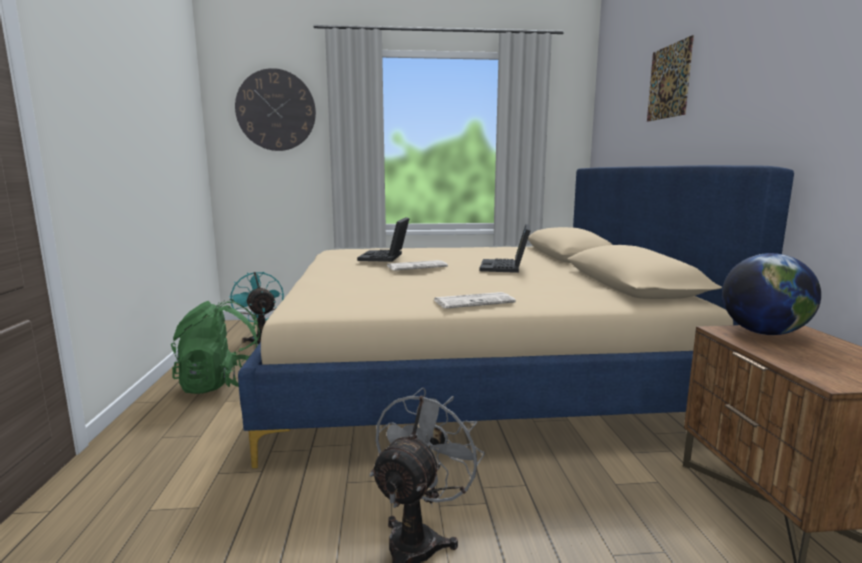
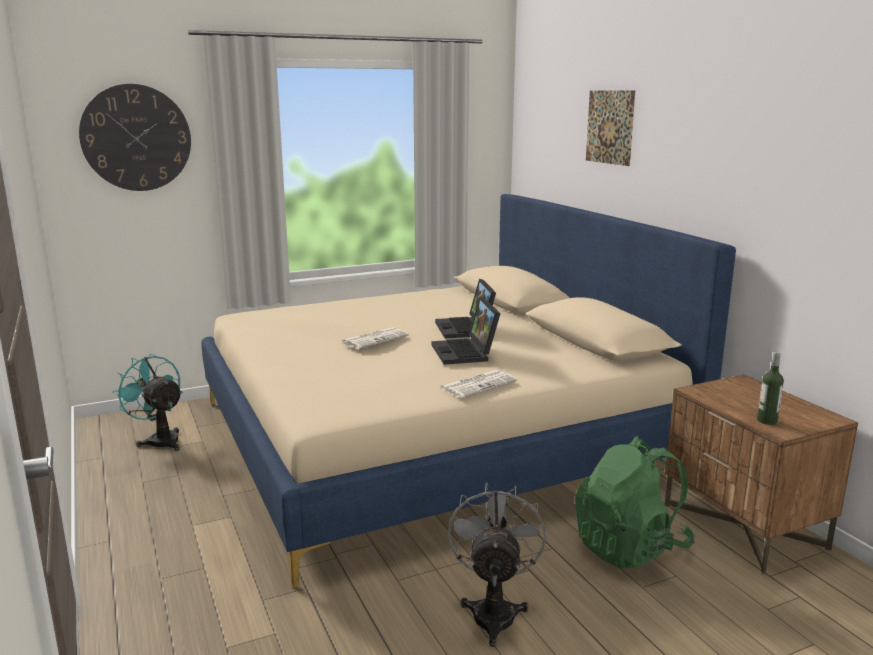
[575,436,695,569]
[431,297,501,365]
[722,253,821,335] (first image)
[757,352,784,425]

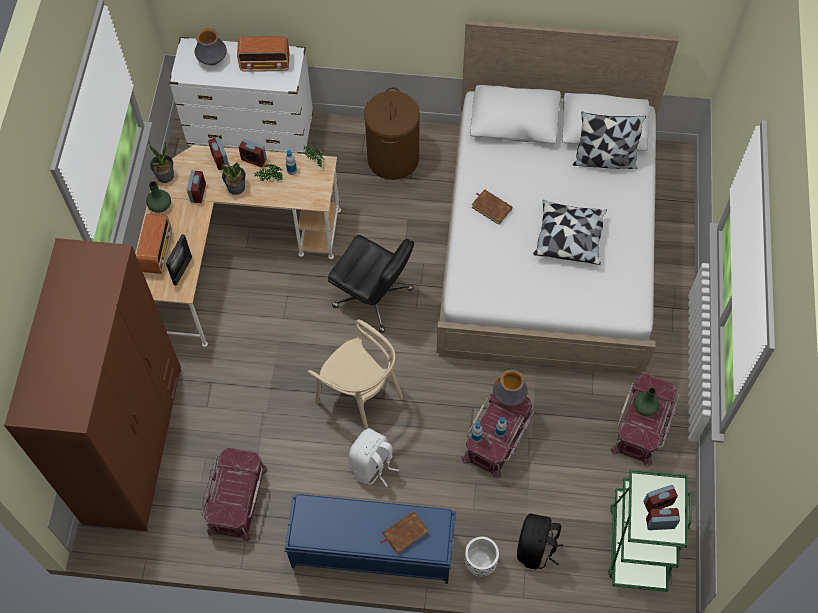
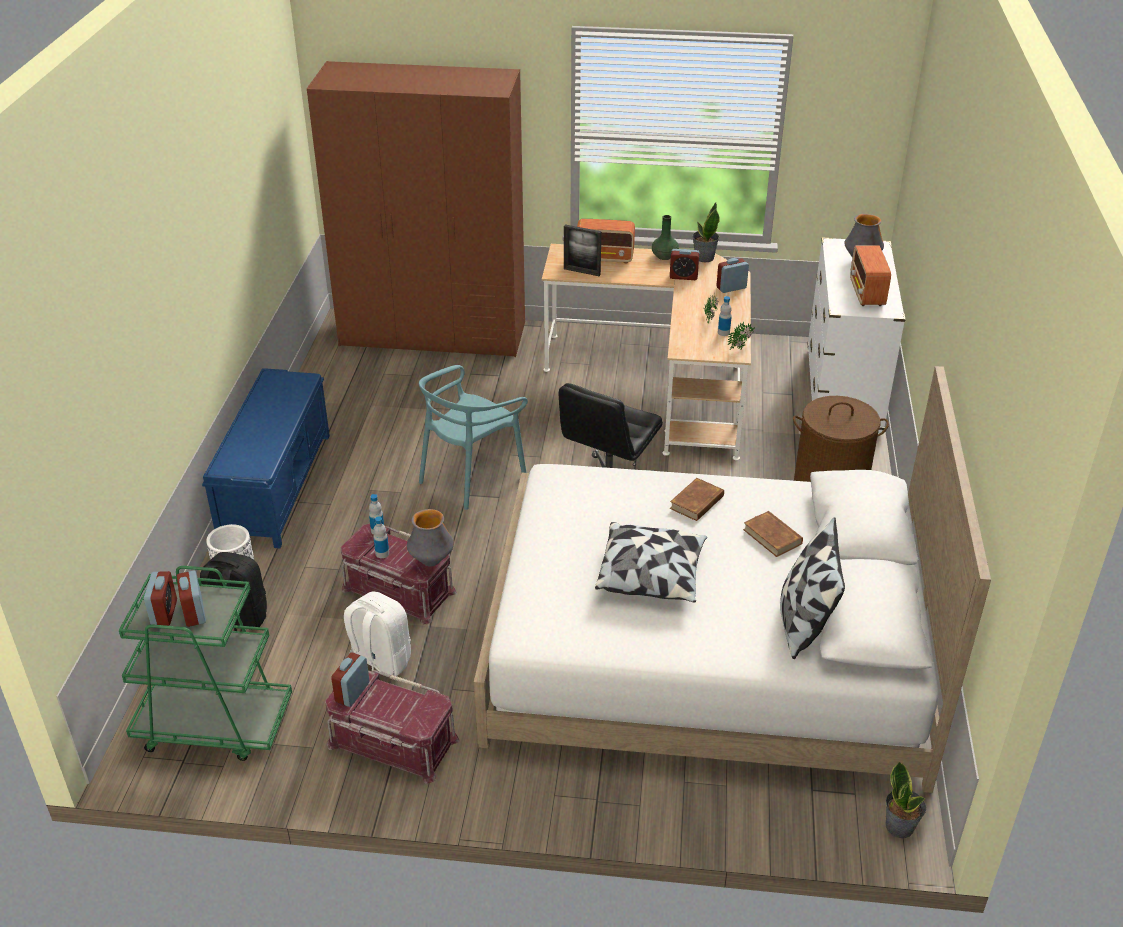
[201,448,268,542] (first image)
[885,761,926,838]
[331,652,369,707]
[419,365,528,510]
[344,592,411,676]
[743,511,803,557]
[634,388,660,416] (first image)

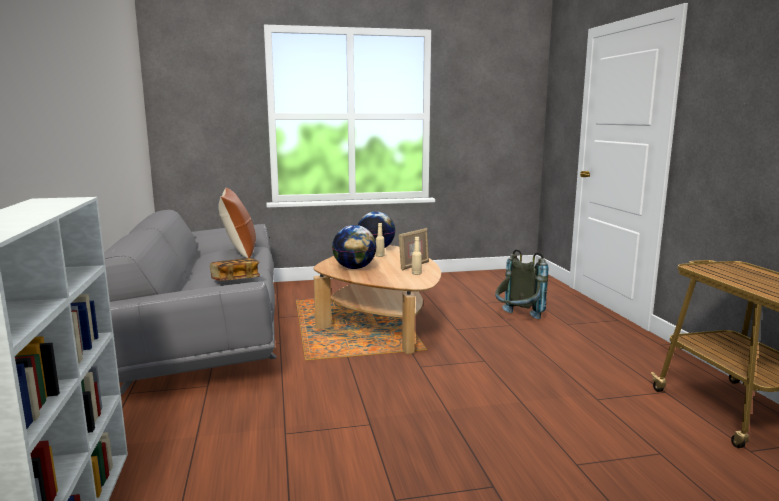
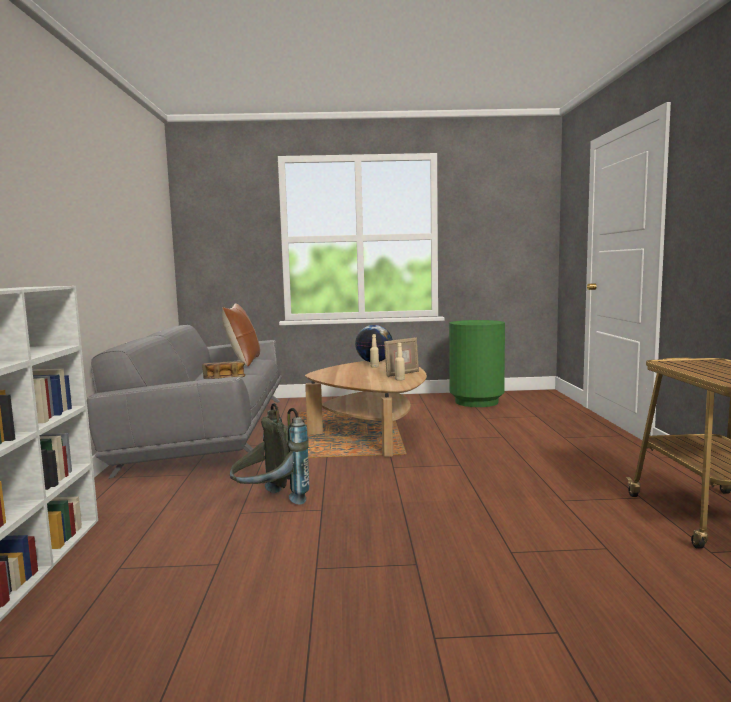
[332,225,377,269] (first image)
[230,403,309,505]
[449,320,505,407]

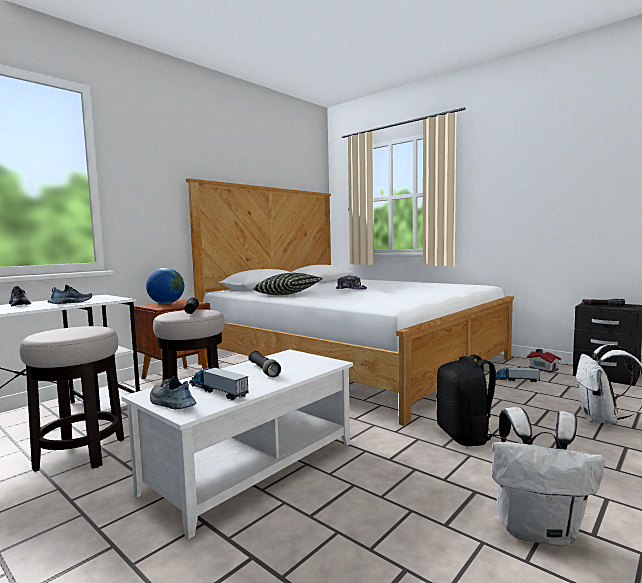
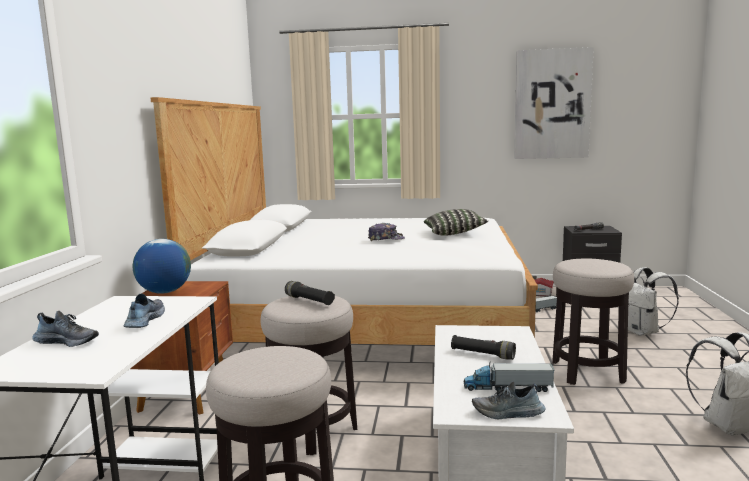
[424,209,488,236]
[552,259,634,385]
[514,47,594,159]

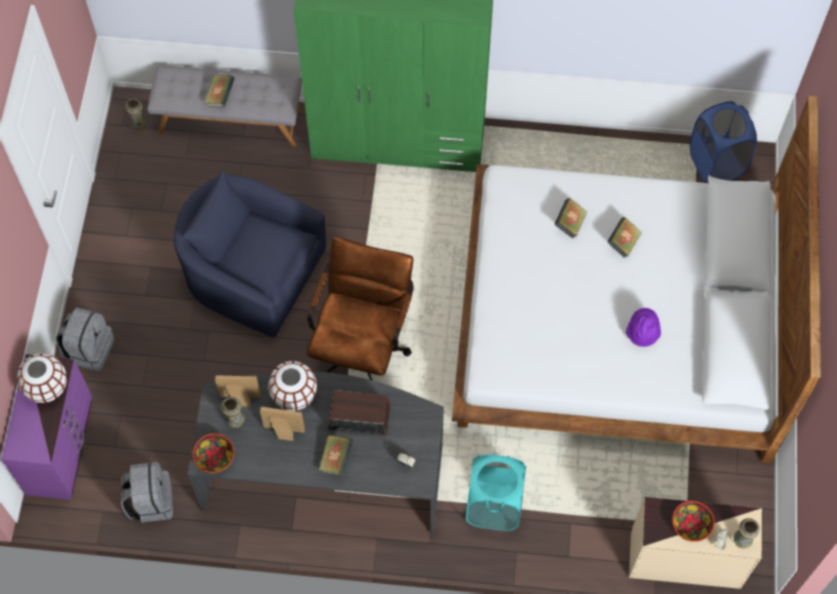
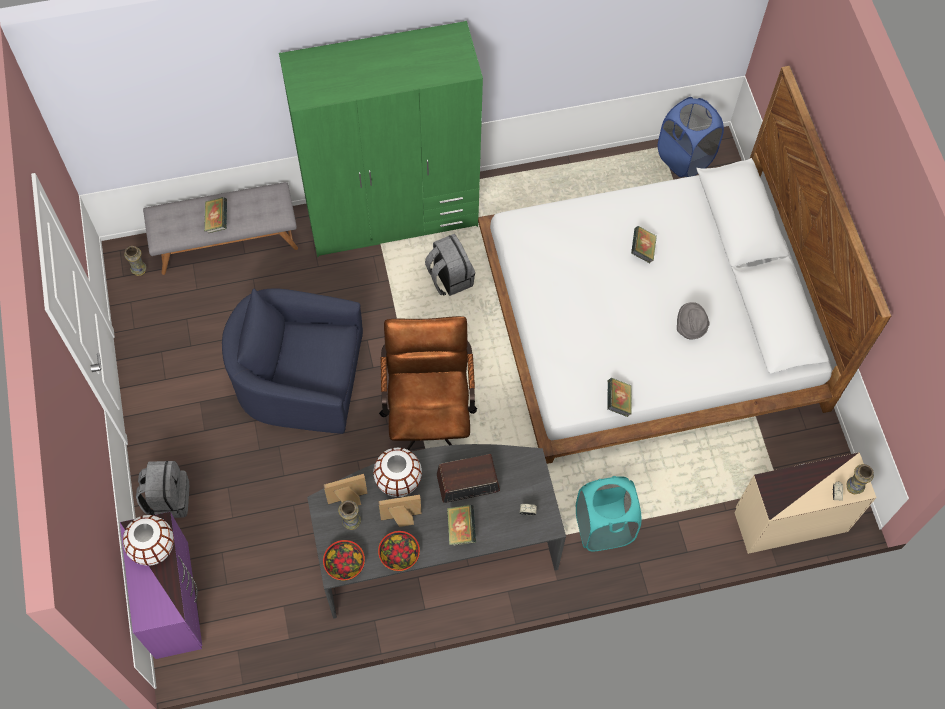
[425,234,475,296]
[607,378,632,417]
[677,302,710,340]
[378,531,420,571]

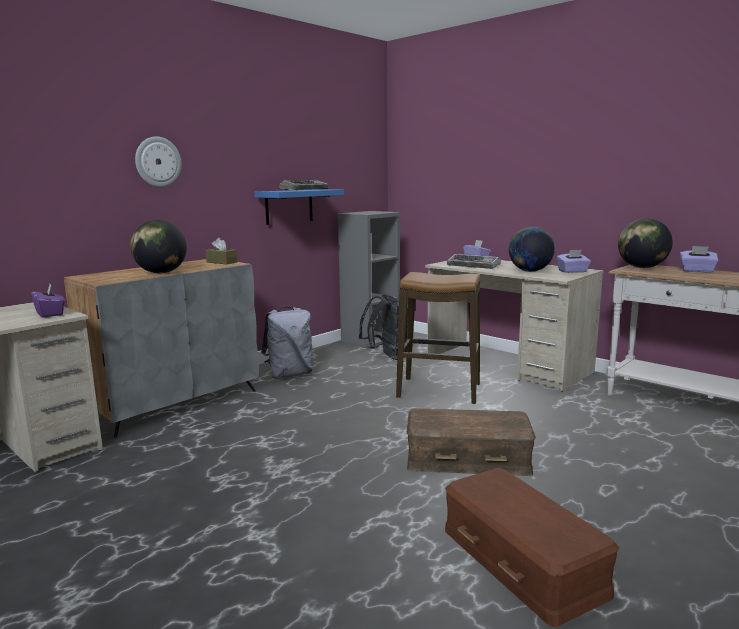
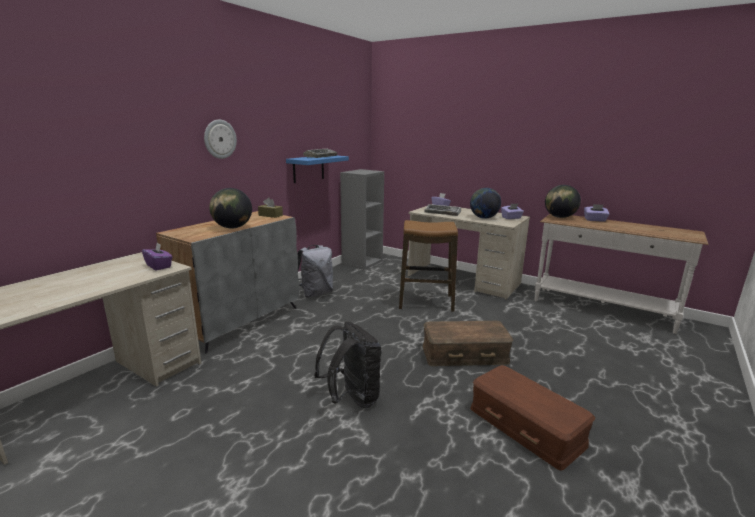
[314,322,382,408]

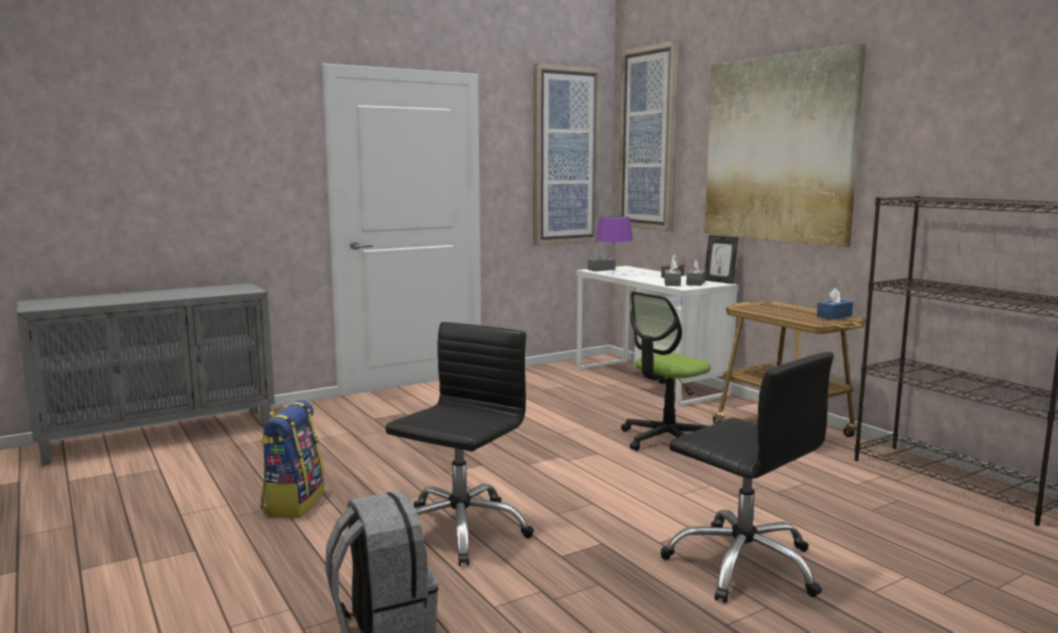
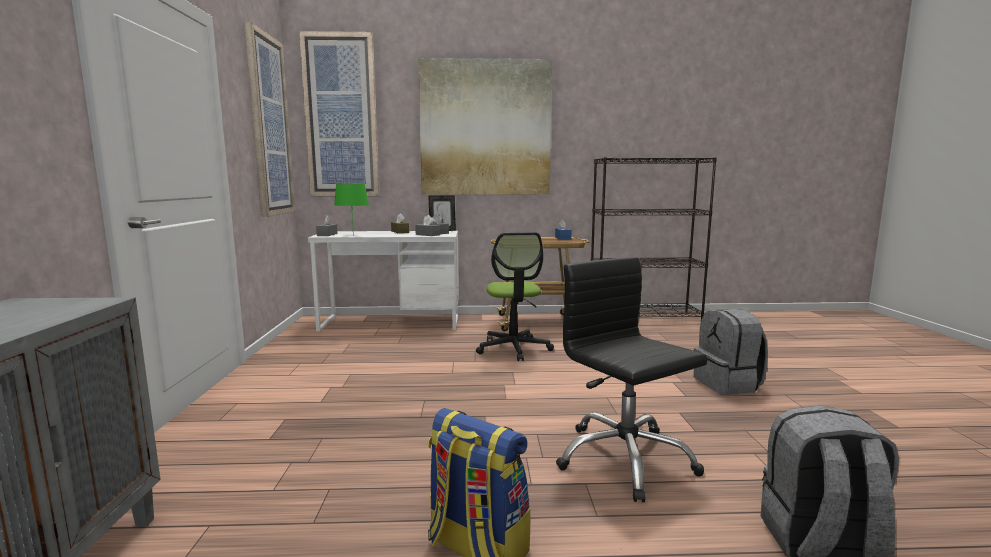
[334,184,369,236]
[694,309,768,395]

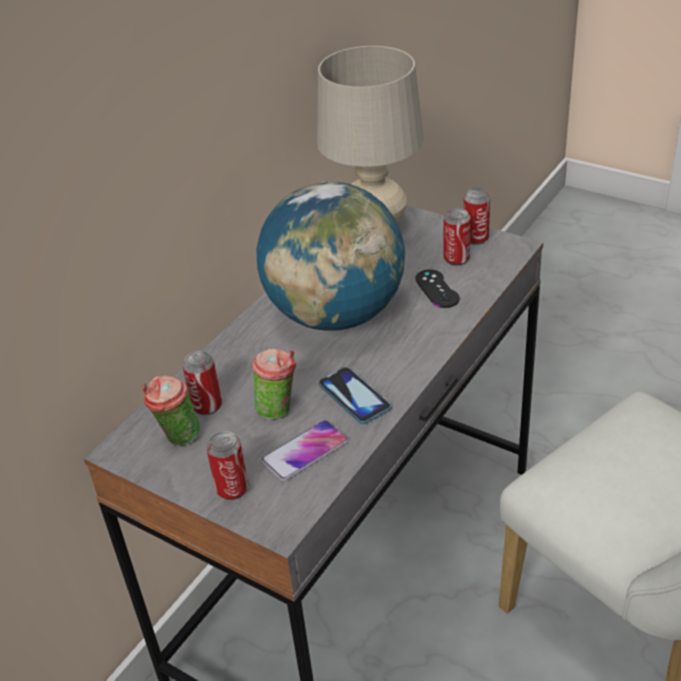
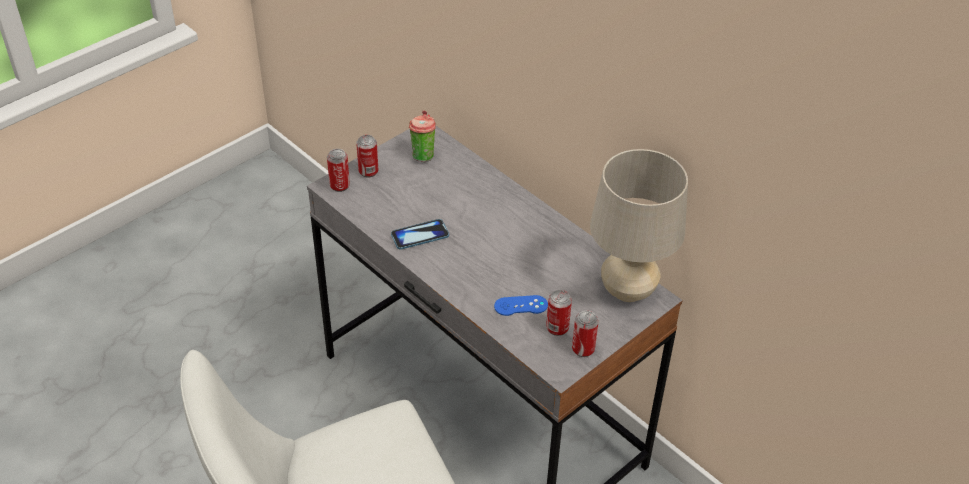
[327,149,350,192]
[252,348,296,420] (first image)
[257,181,405,331] (first image)
[261,420,348,481] (first image)
[494,295,548,316]

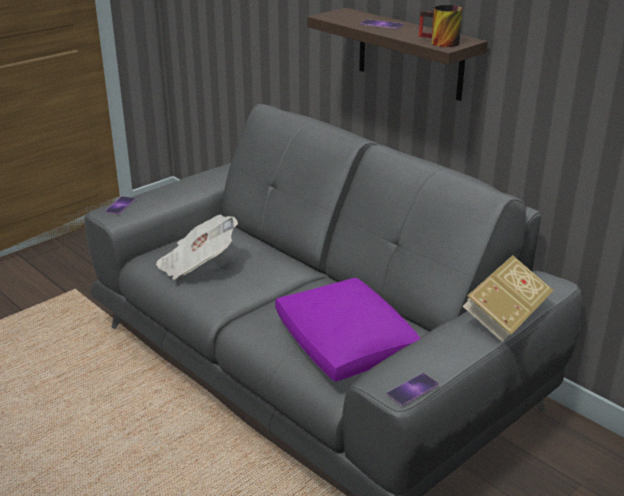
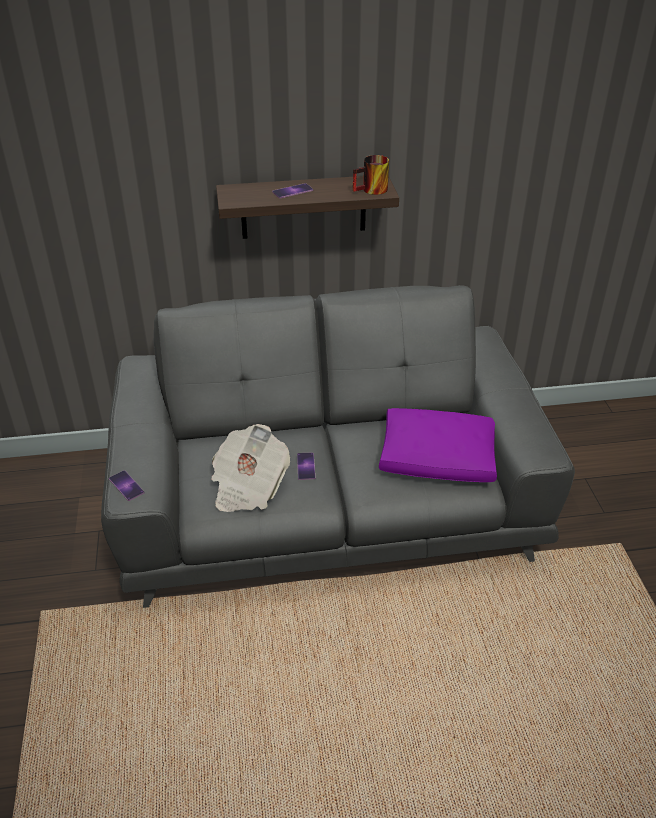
[297,452,315,480]
[463,255,554,342] (first image)

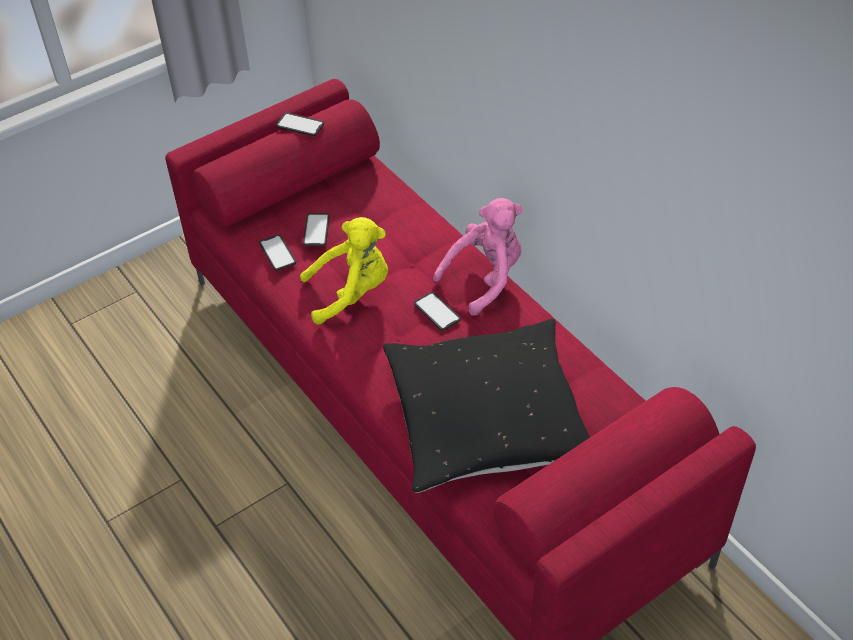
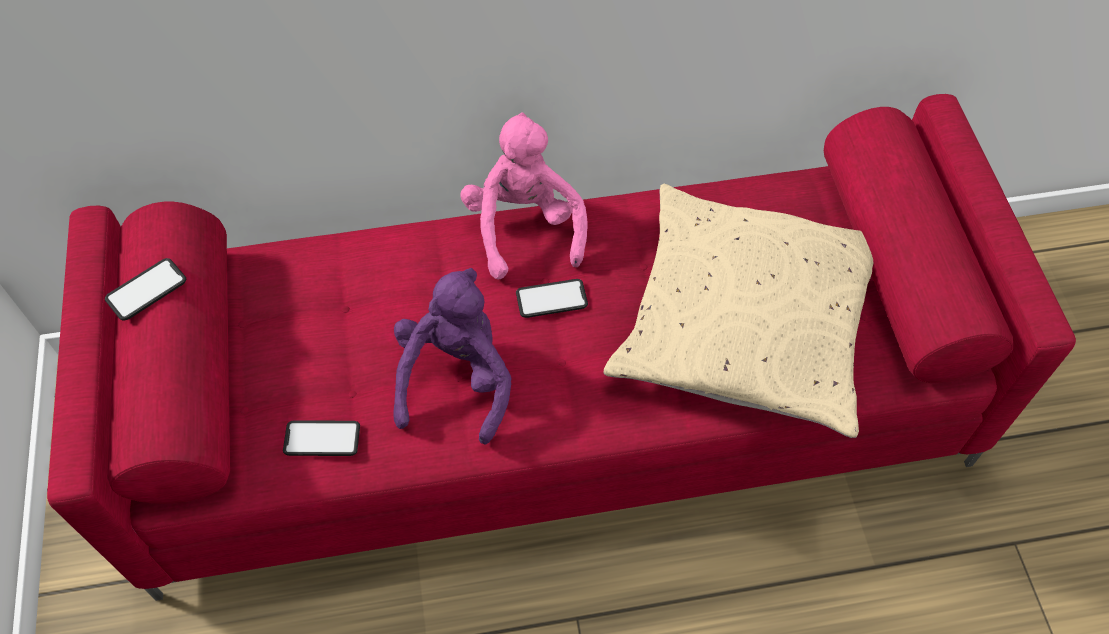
[393,268,511,445]
[303,213,330,246] (first image)
[603,184,873,438]

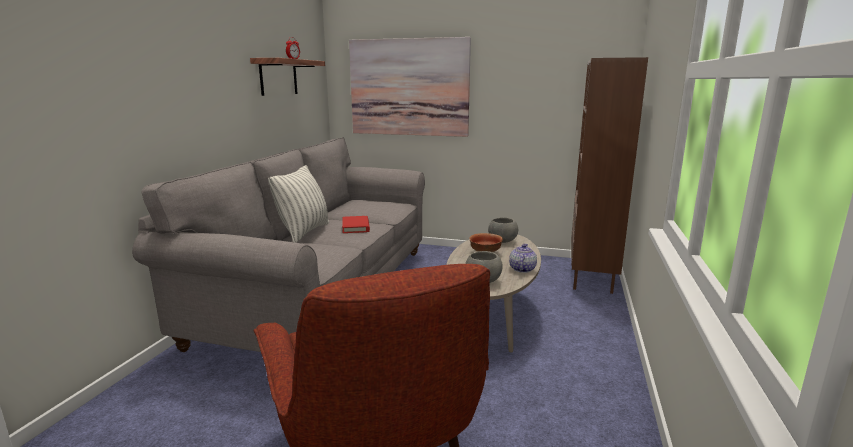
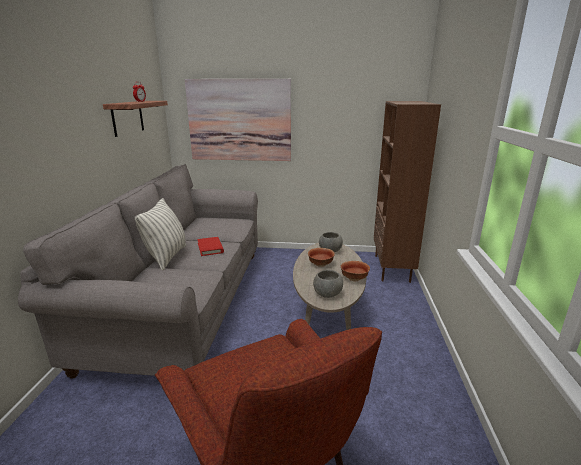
[341,261,370,281]

